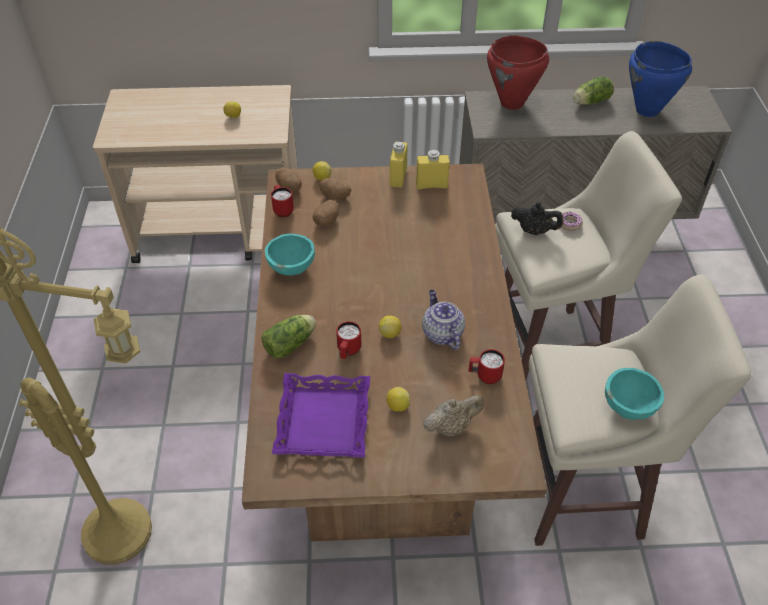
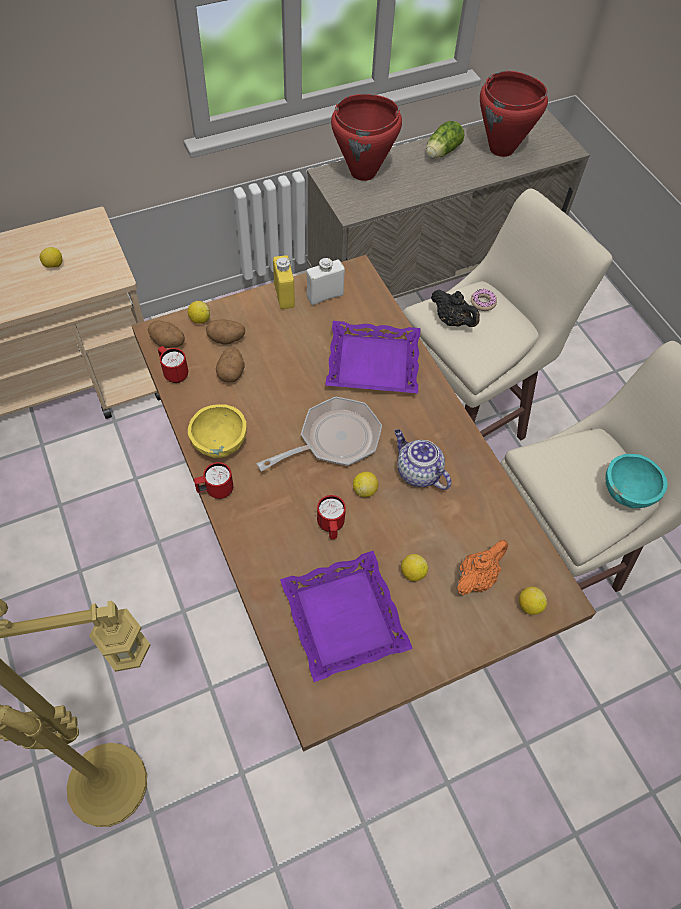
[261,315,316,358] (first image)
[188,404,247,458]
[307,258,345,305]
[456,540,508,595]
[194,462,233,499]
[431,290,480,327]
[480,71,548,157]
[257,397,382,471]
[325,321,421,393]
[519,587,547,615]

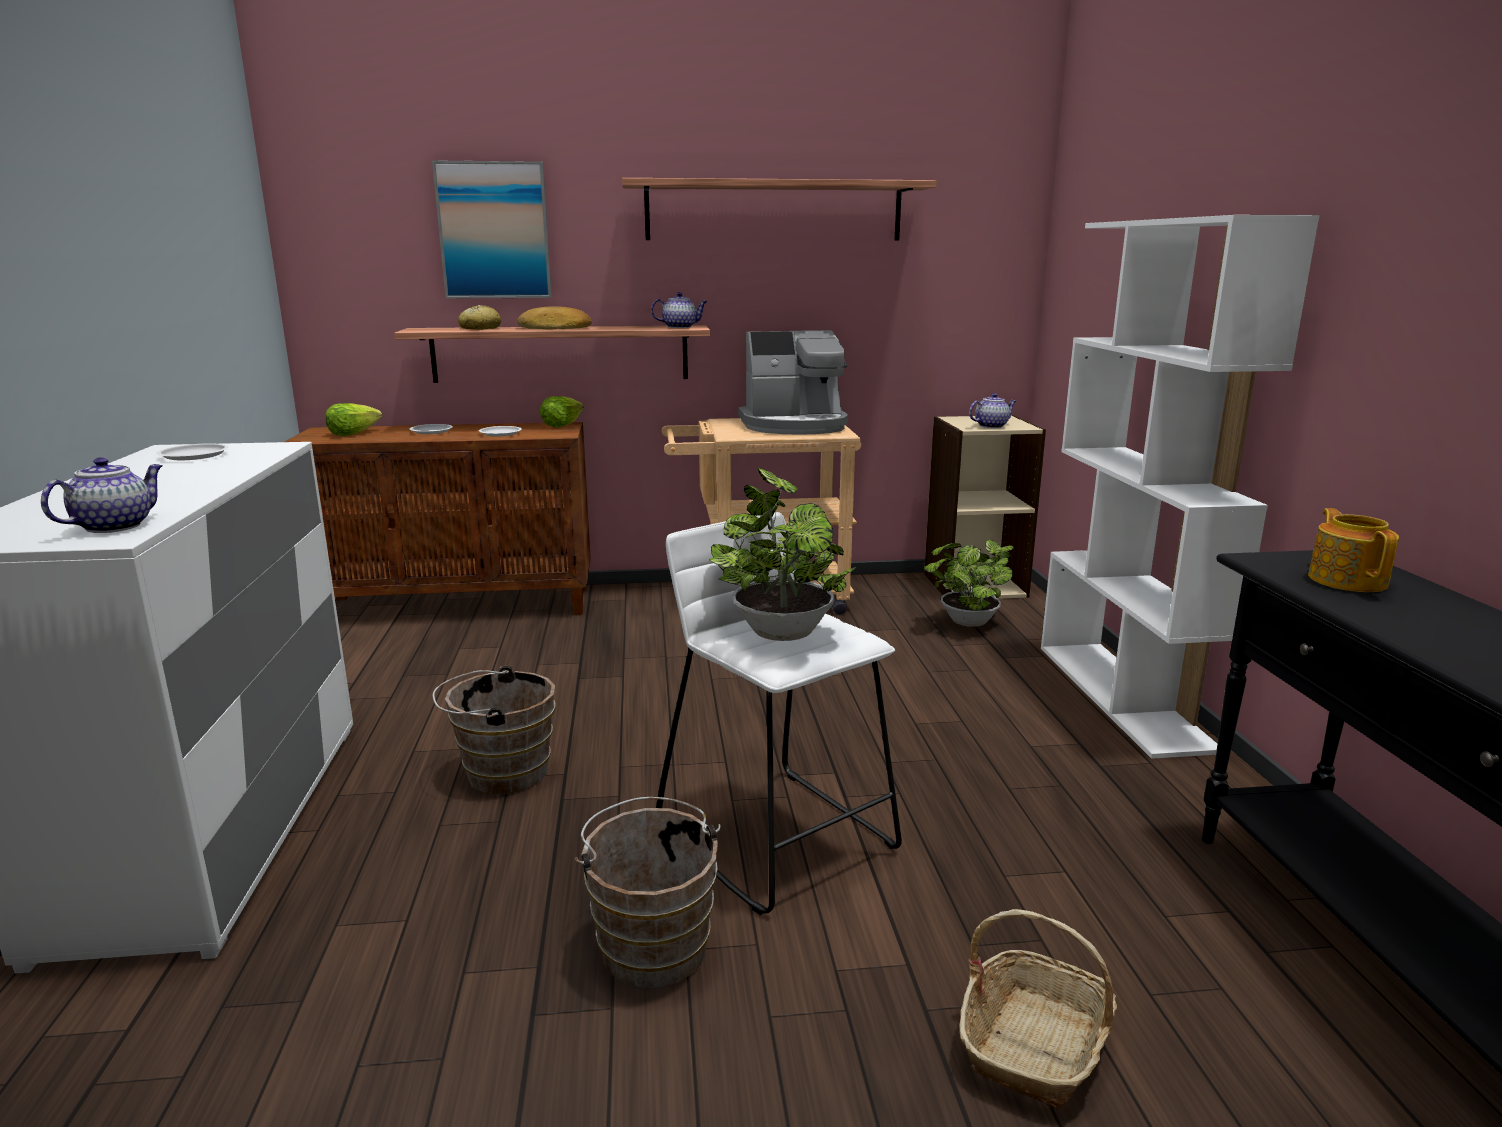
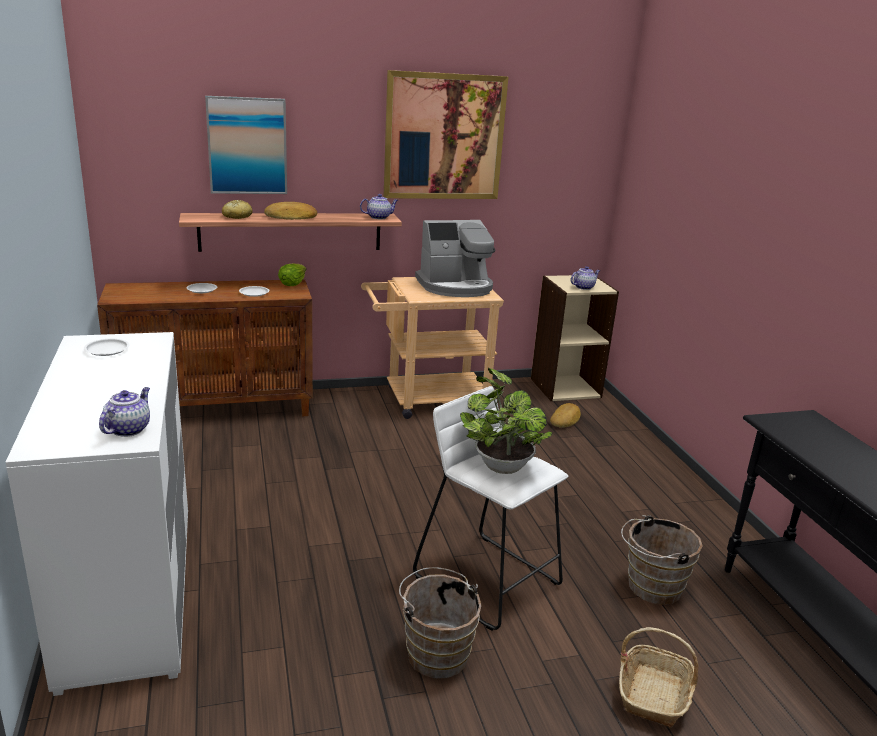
[325,403,382,436] (first image)
[621,515,703,605]
[384,70,508,199]
[550,403,581,428]
[1041,215,1320,759] (first image)
[1308,508,1399,592] (first image)

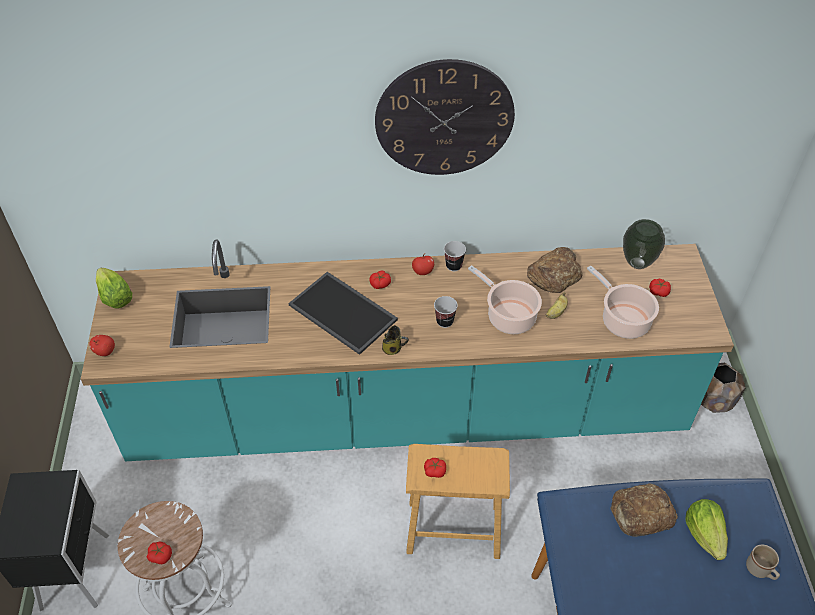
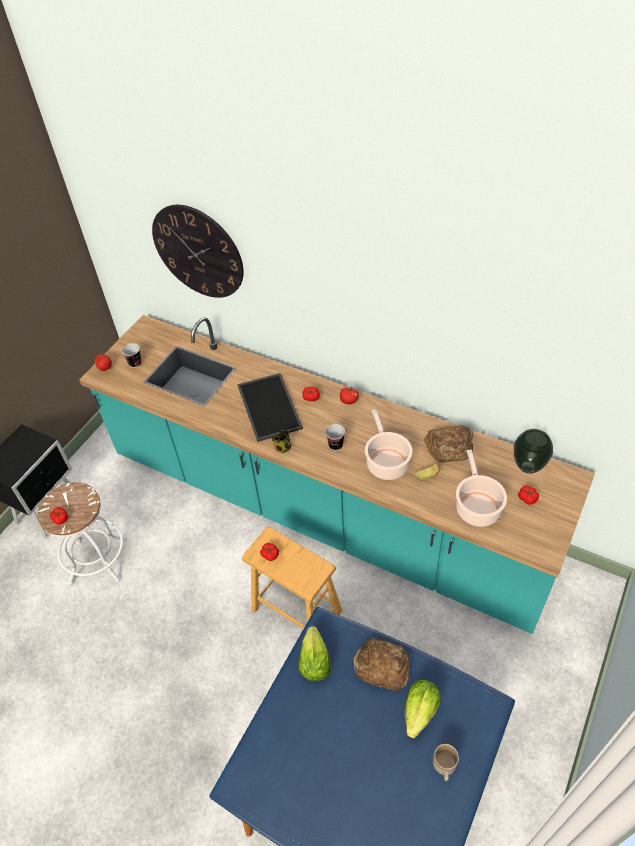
[299,626,331,681]
[152,205,244,298]
[122,343,142,368]
[701,363,746,413] (first image)

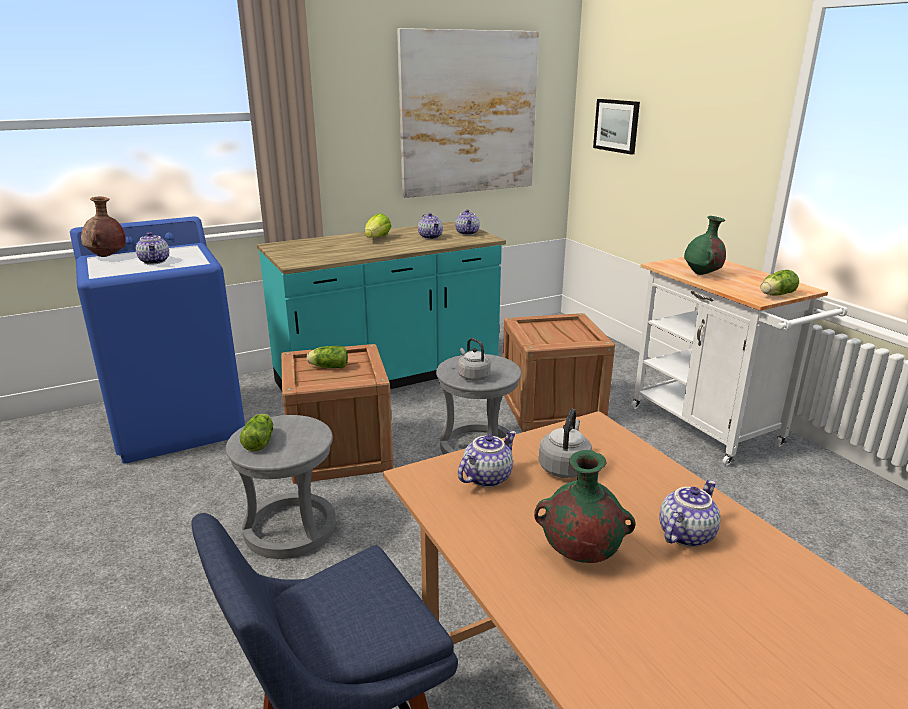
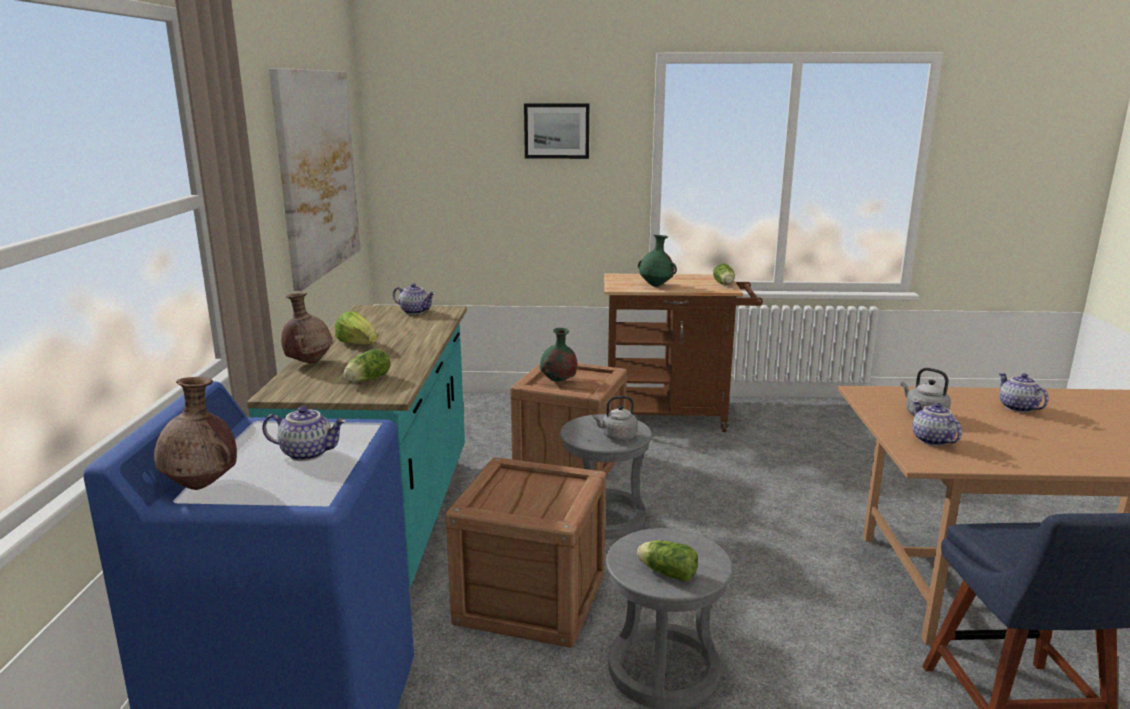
[343,348,390,382]
[418,213,443,239] (first image)
[540,328,577,382]
[524,103,589,159]
[604,273,763,432]
[281,292,333,363]

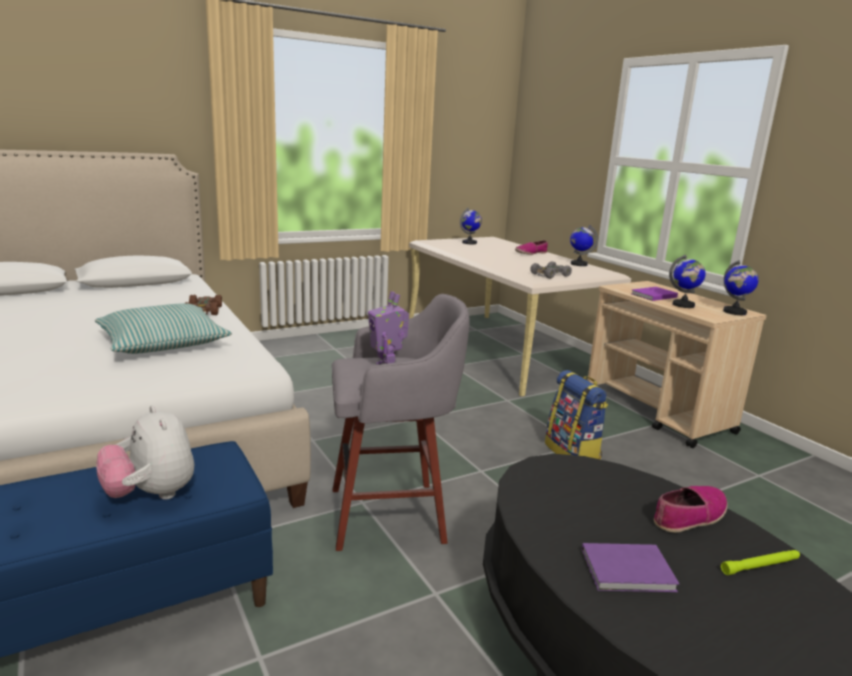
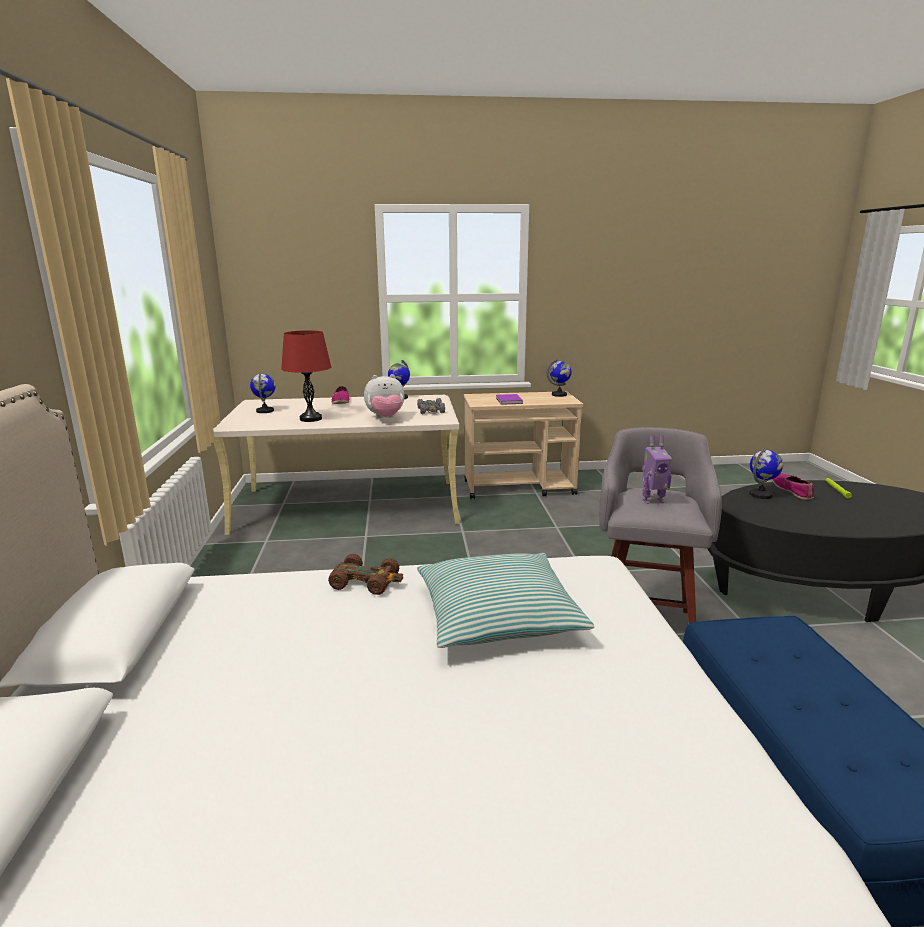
[364,374,404,418]
[545,370,608,460] (first image)
[582,543,679,592] (first image)
[749,448,783,499]
[281,330,331,422]

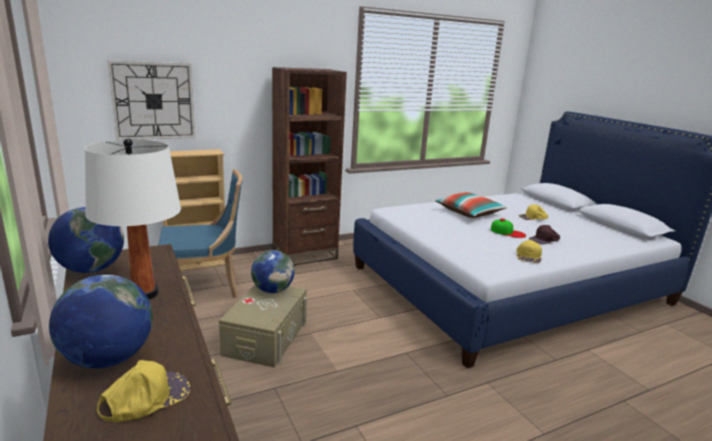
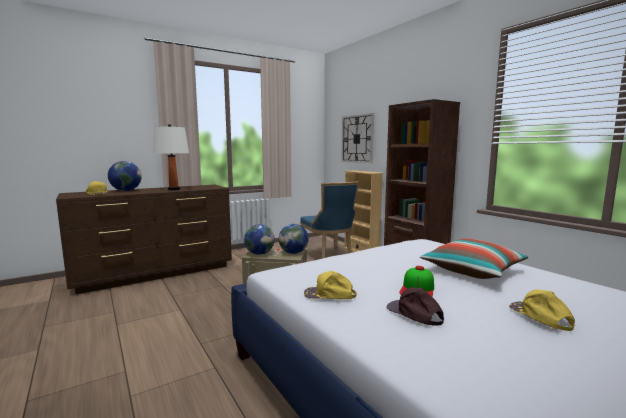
[244,224,275,255]

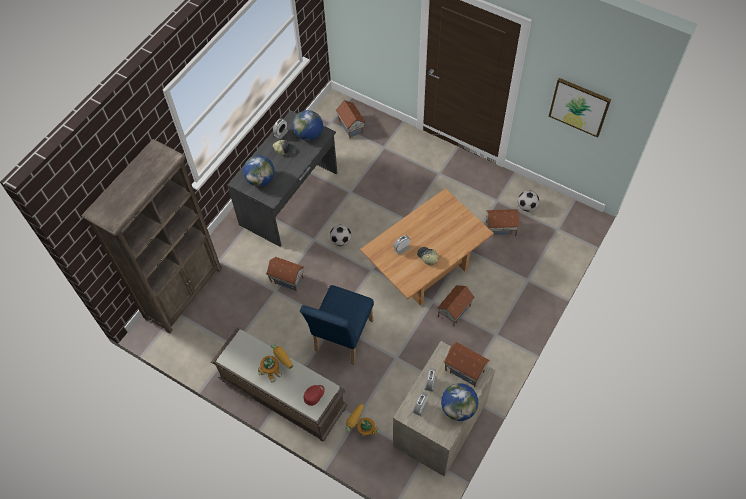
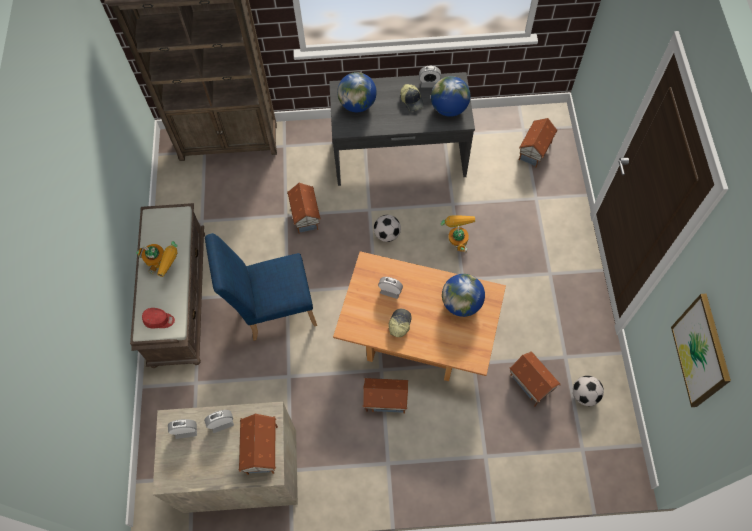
[441,215,475,253]
[442,274,485,317]

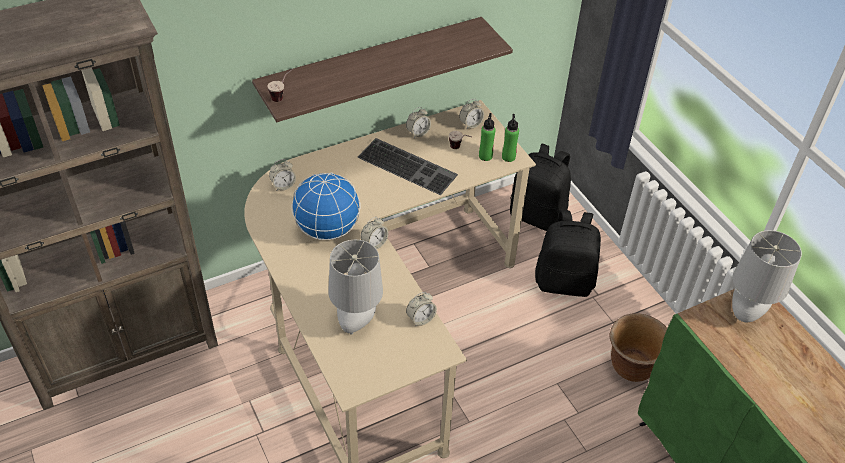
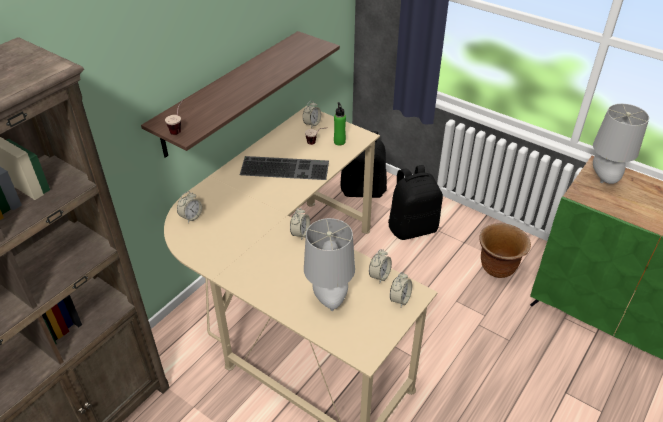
[291,172,361,240] (first image)
[390,272,412,307]
[502,114,519,162] (first image)

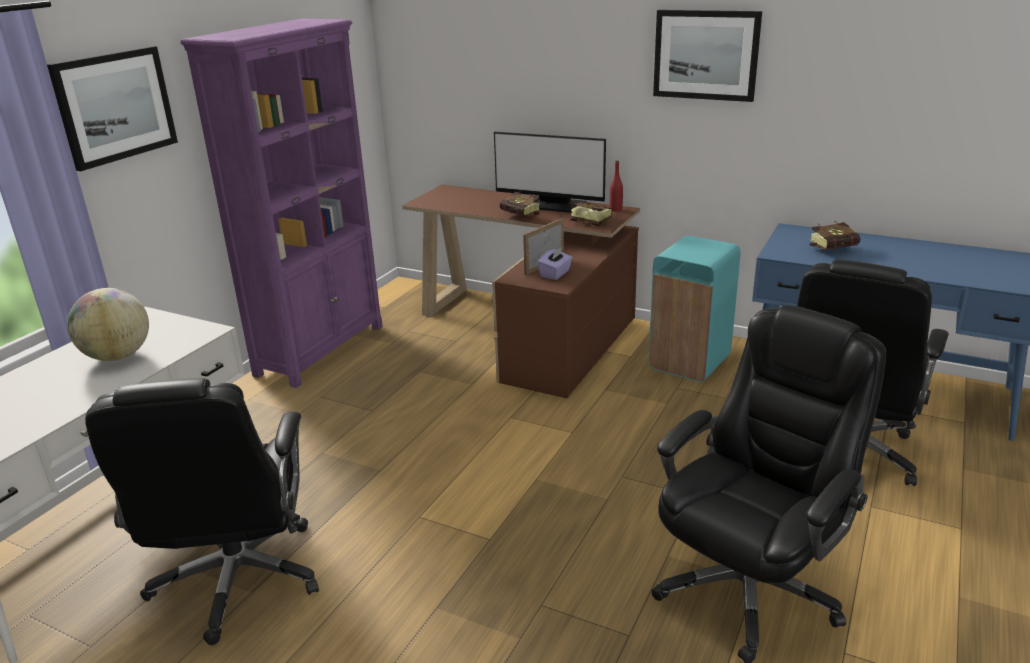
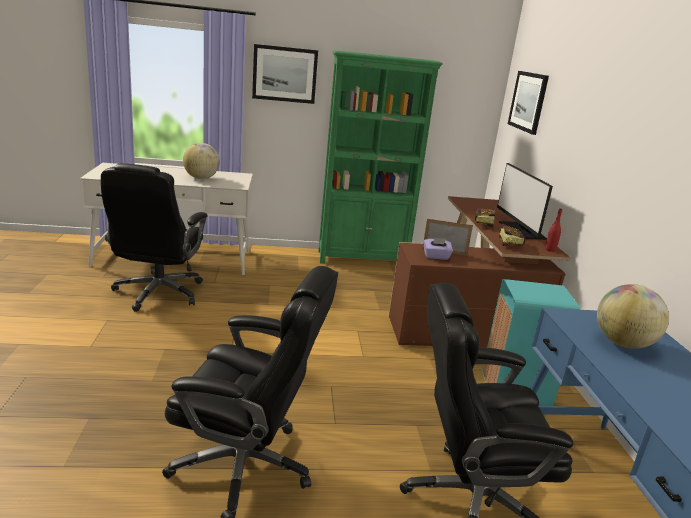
[101,163,208,312]
[318,50,443,264]
[508,71,549,135]
[597,284,669,349]

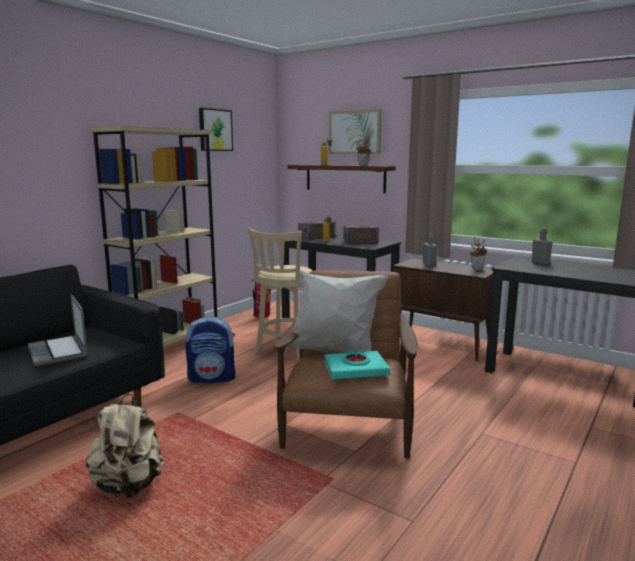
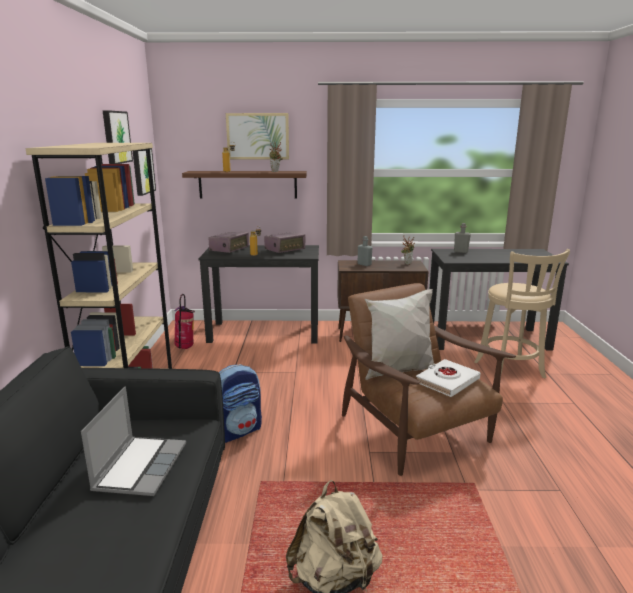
[81,386,186,496]
[474,249,570,379]
[416,359,481,397]
[133,148,156,196]

